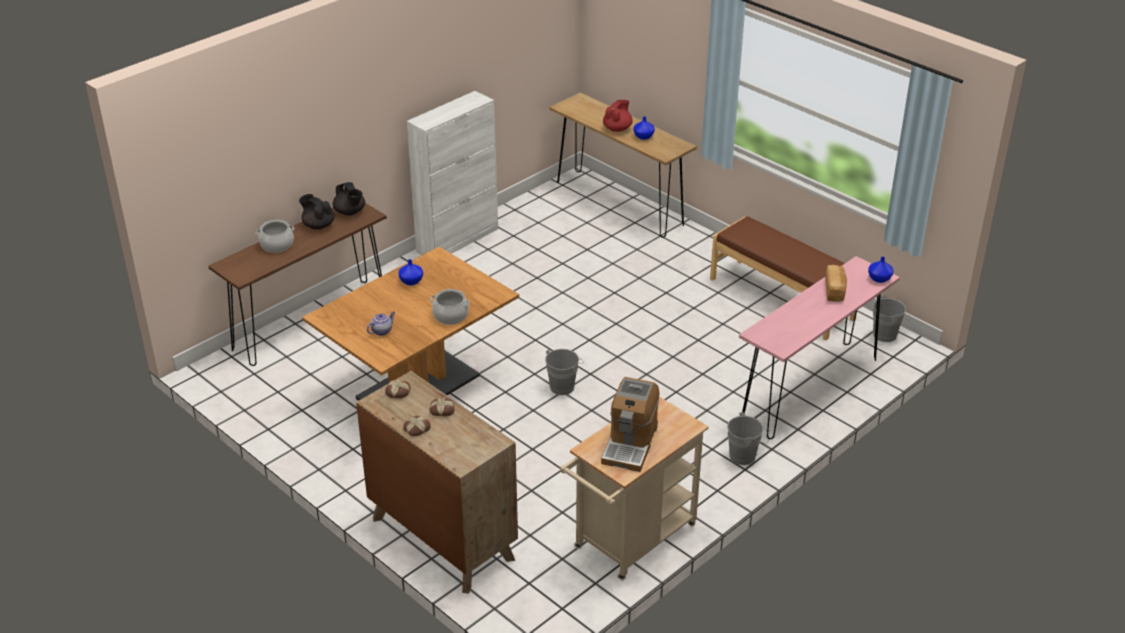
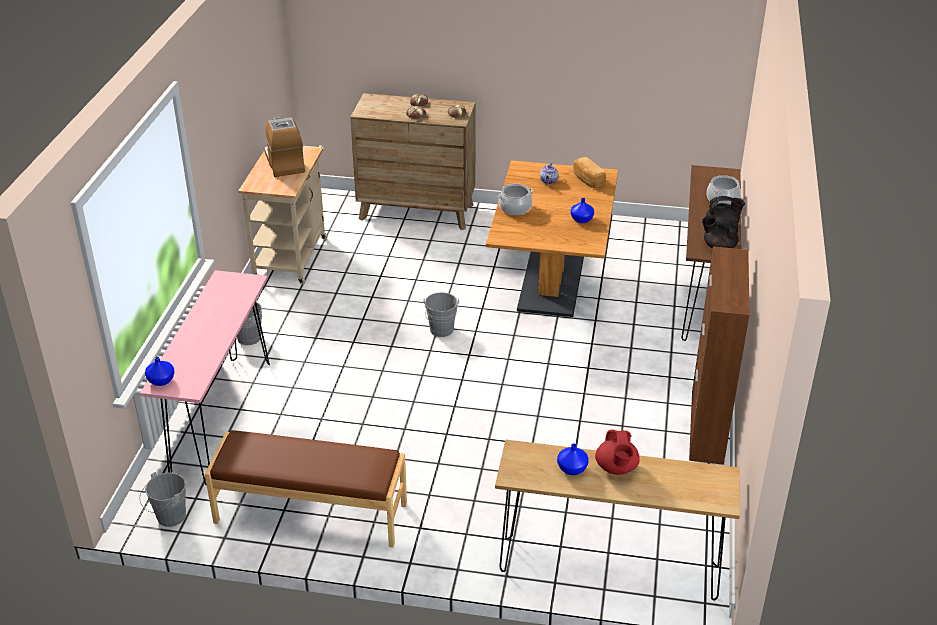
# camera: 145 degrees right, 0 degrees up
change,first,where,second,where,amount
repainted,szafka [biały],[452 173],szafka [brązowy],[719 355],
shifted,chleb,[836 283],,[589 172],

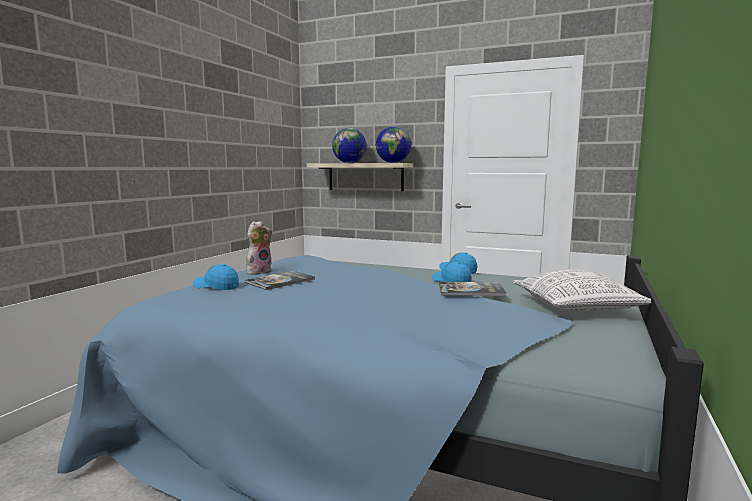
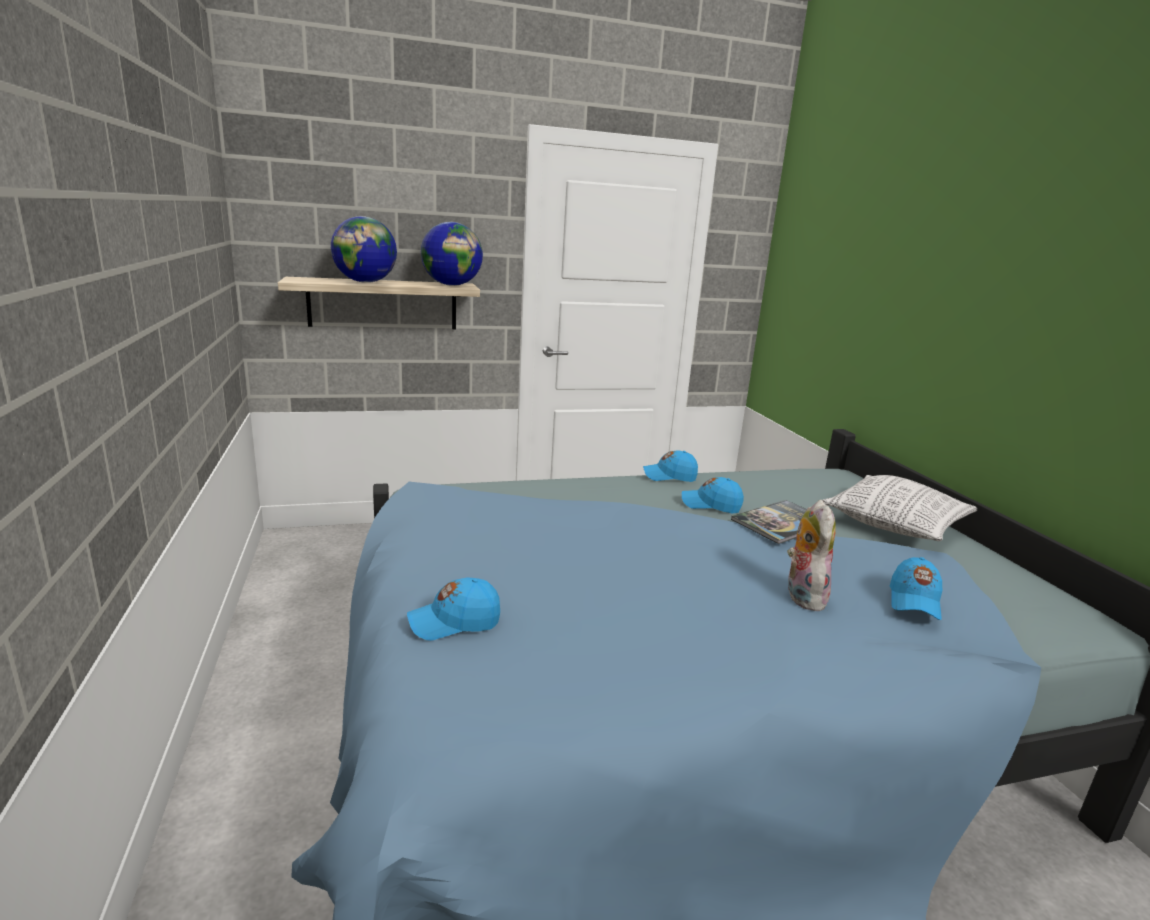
# camera: 40 degrees left, 10 degrees up
change,first,where,second,where,amount
gone,książka,[280 280],,,
shifted,pluszak,[259 248],,[811 555],
new,,,czapka z daszkiem [niebieski],[916 588],

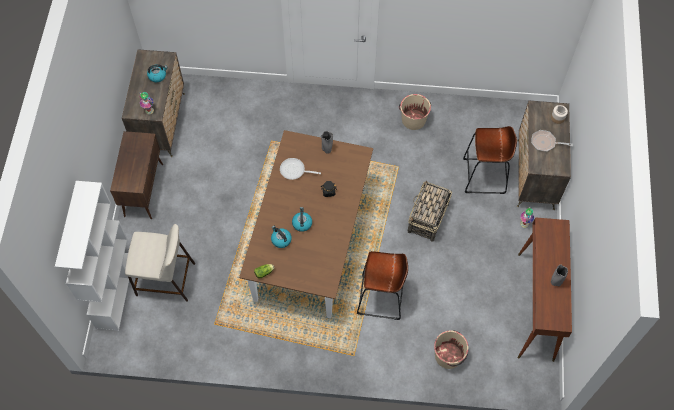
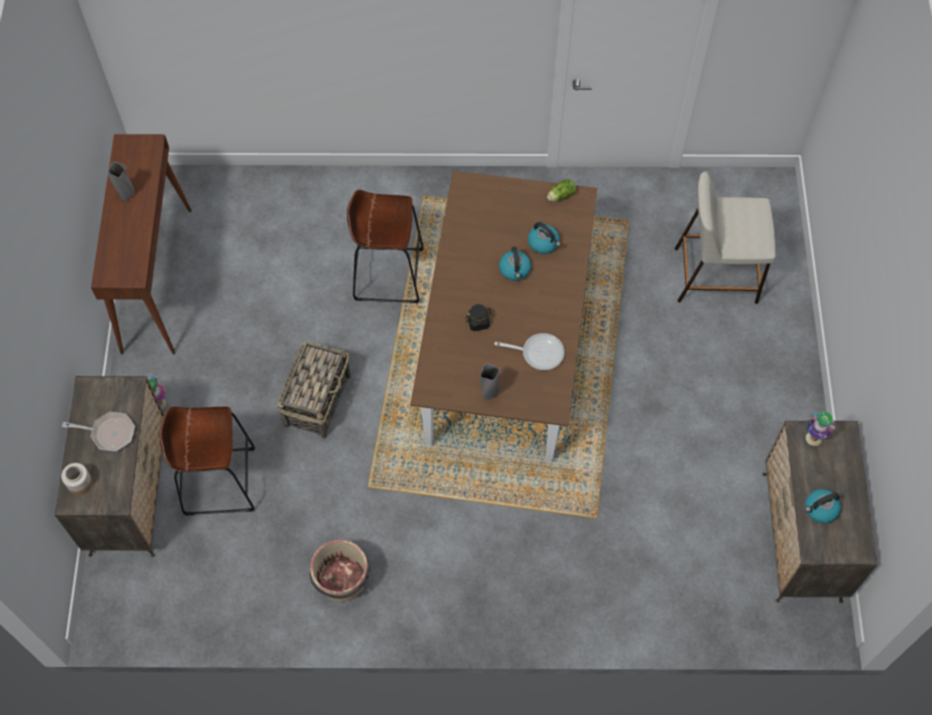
# camera: 175 degrees right, 0 degrees up
change,first,where,second,where,amount
gone,regał [biały],[92 256],,,
gone,szafka [brązowy],[136 175],,,
gone,wiadro [beżowy],[451 349],,,

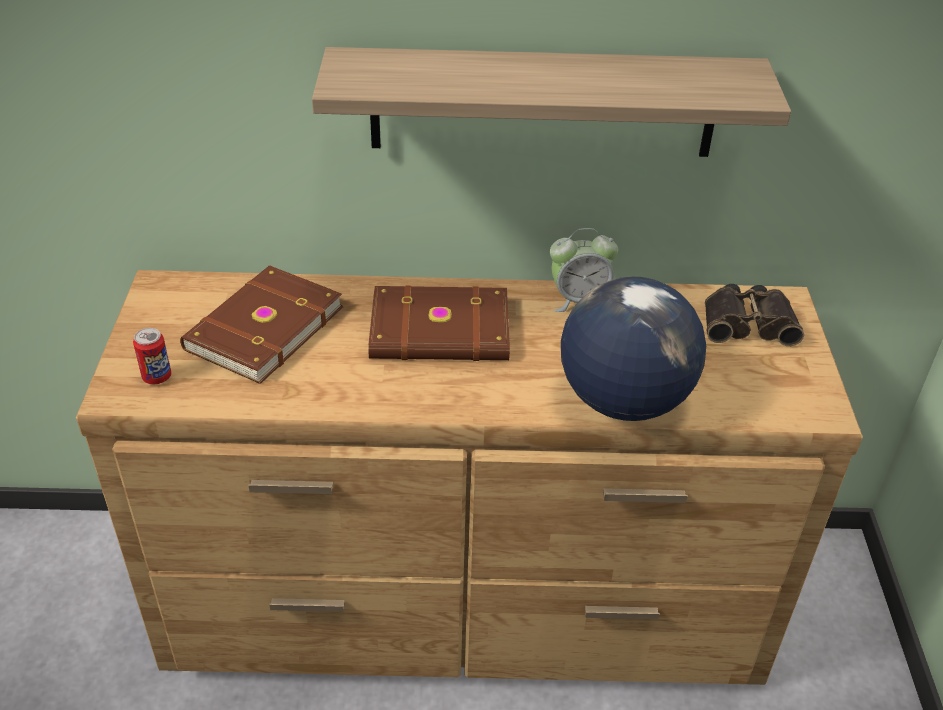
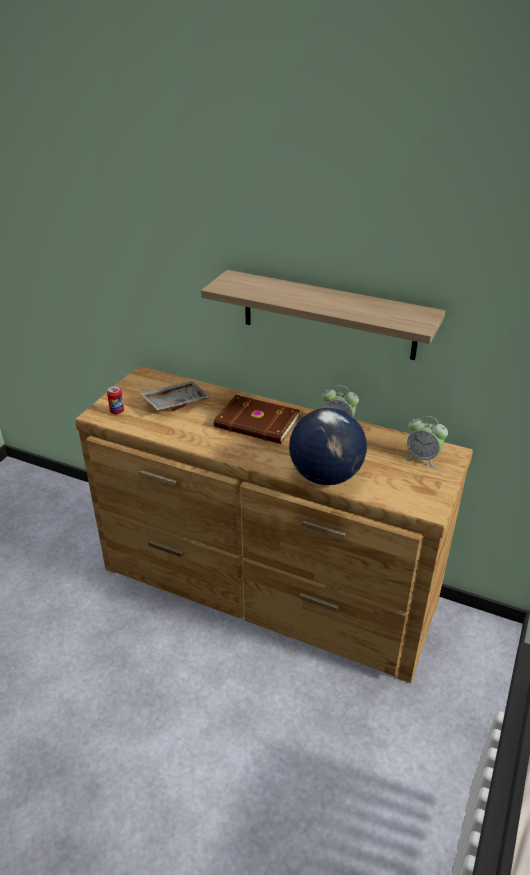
# camera: 25 degrees right, 5 degrees down
change,first,where,second,where,amount
swapped,książka [brązowy],[261 325],taca [szary],[175 395],
swapped,lornetka,[754 315],budzik,[426 442],

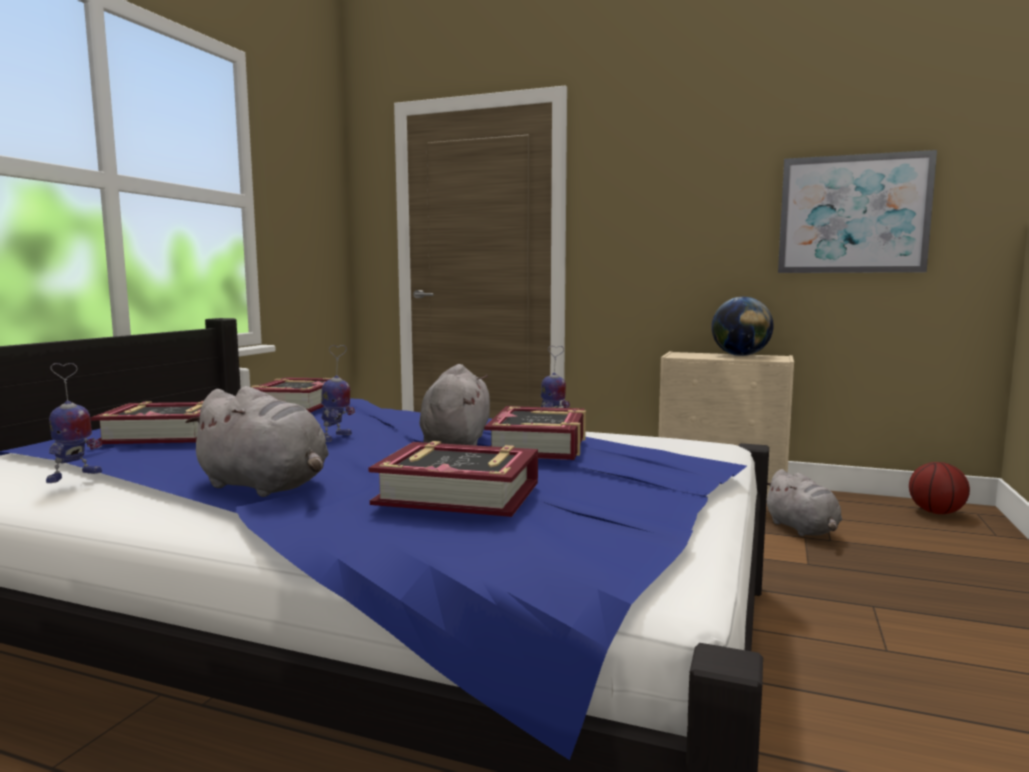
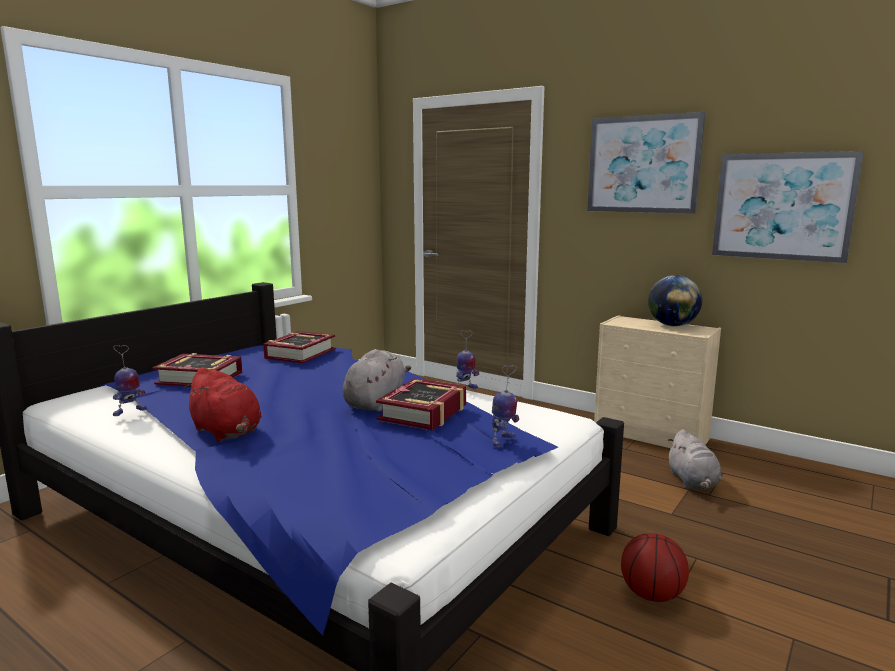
# camera: 15 degrees right, 5 degrees up
change,first,where,second,where,amount
repainted,pluszak [szary],[257 441],pluszak [czerwony],[222 404],
shifted,robot zabawkowy,[338 393],,[505 406],
gone,książka,[453 479],,,
shifted,piłka do koszykówki,[939 488],,[655 567],
new,,,obraz,[646 163],

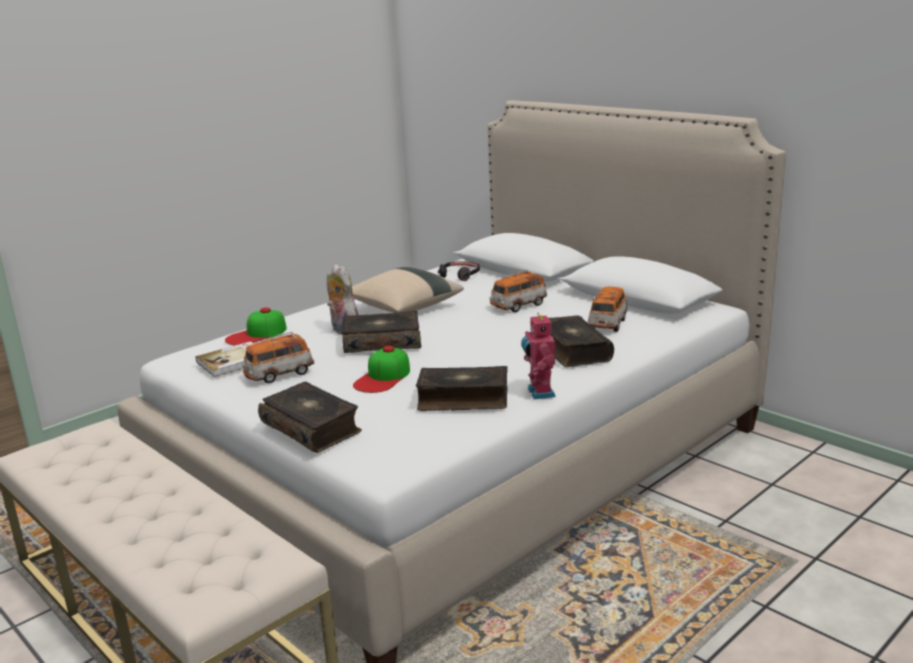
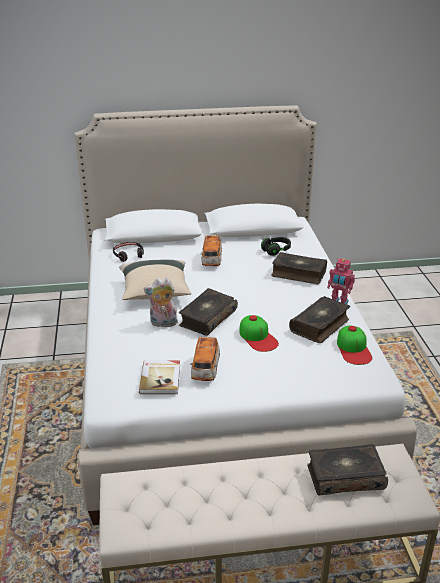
# camera: 55 degrees left, 10 degrees up
change,first,where,second,where,amount
shifted,czapka z daszkiem,[256 326],,[354 345],
shifted,książka,[310 417],,[347 469],
swapped,samochodzik,[608 309],słuchawki [czarny],[276 246],

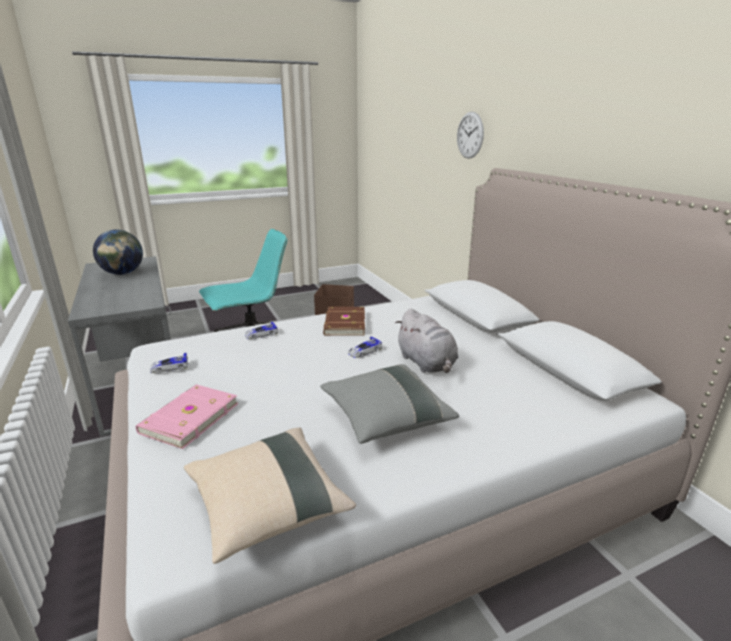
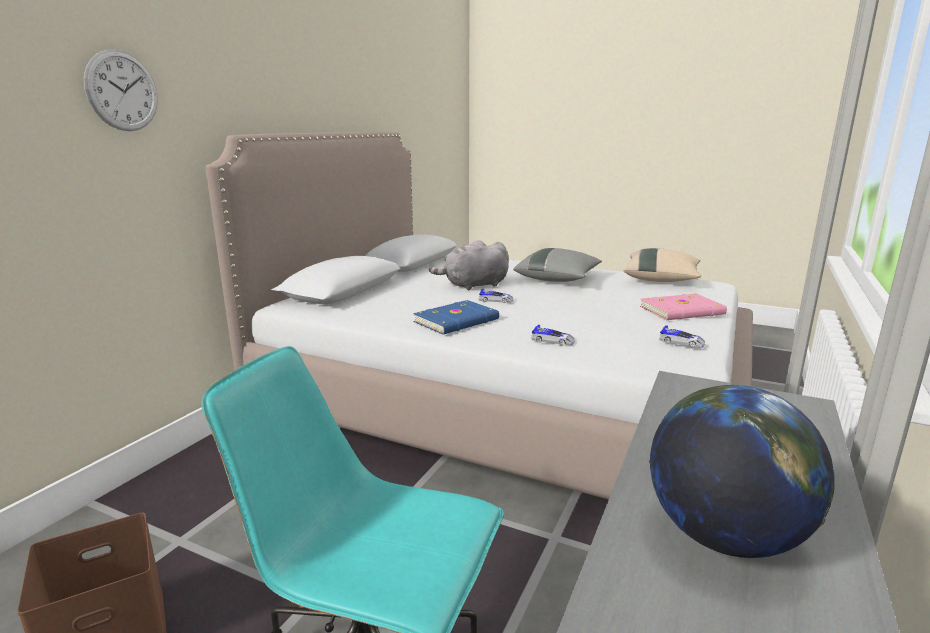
# camera: 130 degrees left, 5 degrees down
change,first,where,second,where,amount
repainted,książka [brązowy],[344 321],książka [niebieski],[456 317],
rotated,pluszak [szary],[426 341],,[469 265],135 degrees counterclockwise

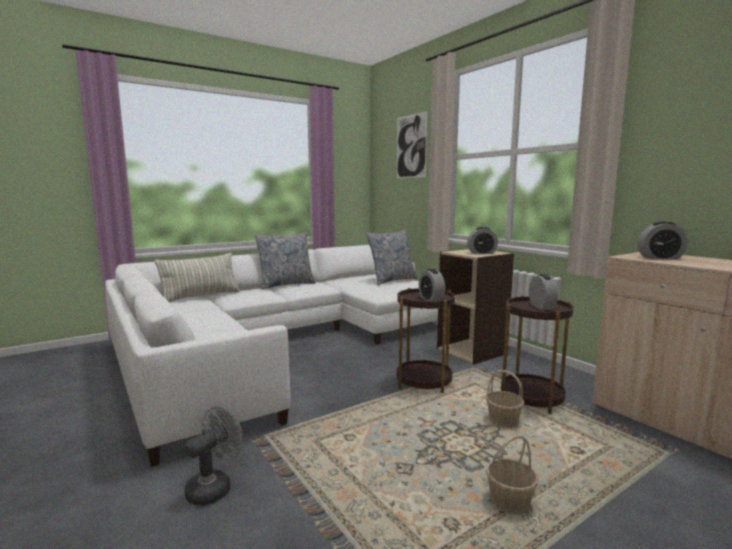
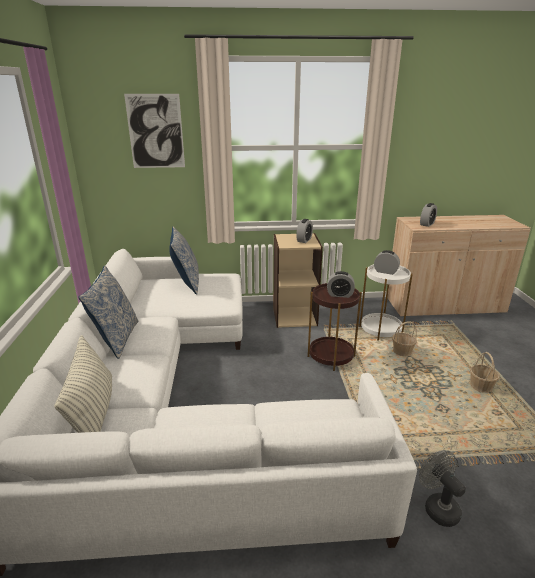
# camera: 60 degrees left, 15 degrees up
change,first,where,second,where,amount
repainted,stolik [brązowy],[537 354],stolik [biały],[386 302],

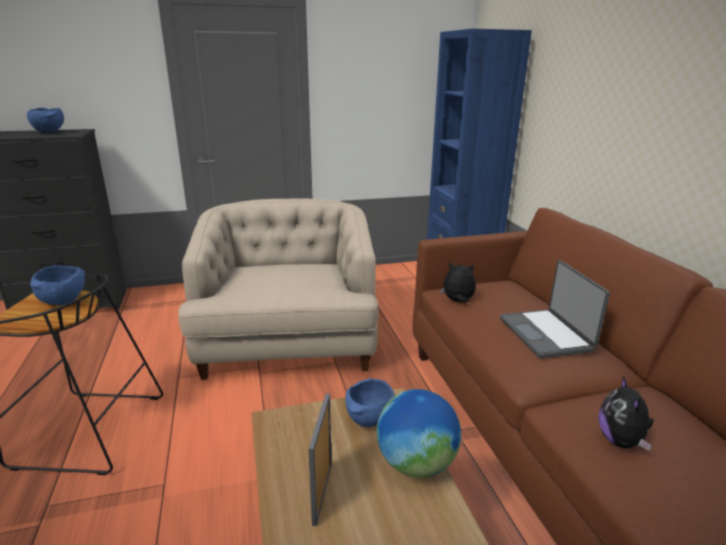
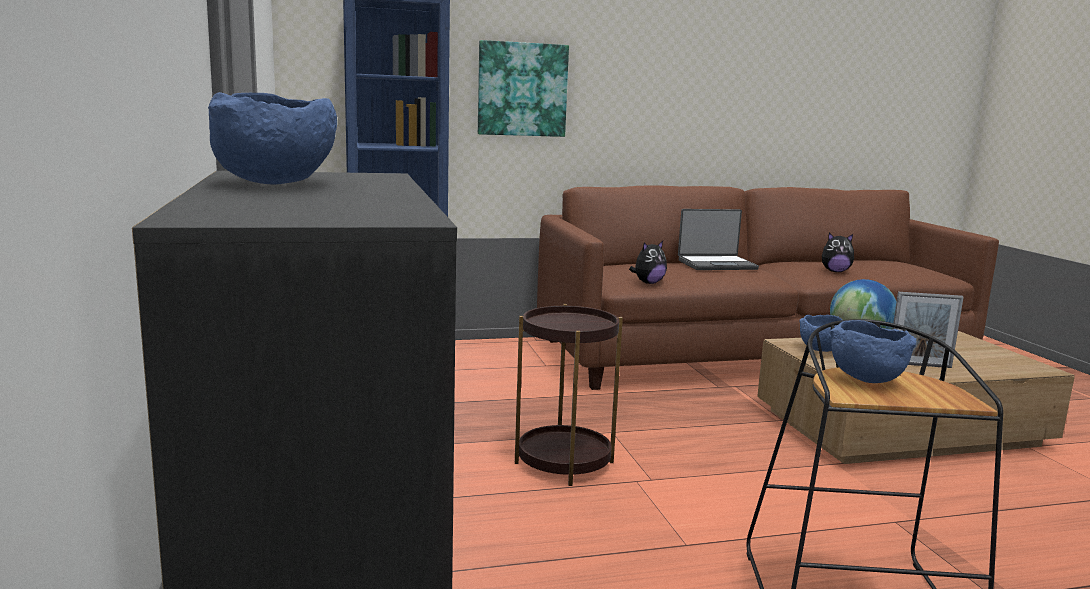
# camera: 90 degrees left, 10 degrees down
change,first,where,second,where,amount
swapped,fotel [beżowy],[278 289],stolik [brązowy],[569 395],
rotated,pluszak,[458 282],,[648 262],135 degrees counterclockwise
new,,,obraz,[523 88],

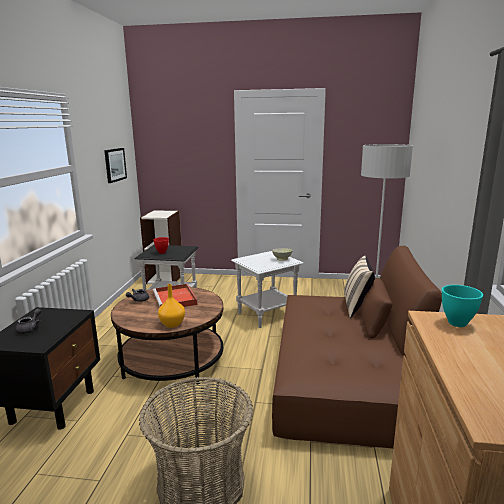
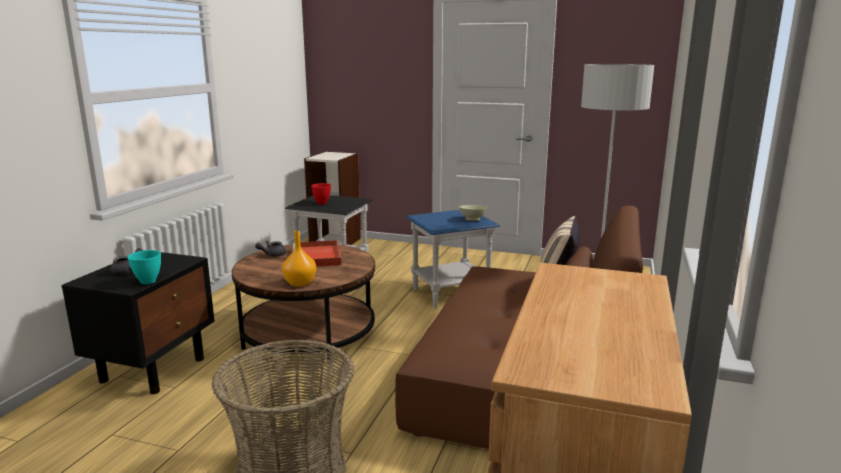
# camera: 10 degrees right, 0 degrees up
change,first,where,second,where,amount
gone,obraz,[115 165],,,
repainted,stolik [biały],[267 289],stolik [niebieski],[453 259],
shifted,miska [turkusowy],[462 306],,[144 267],

